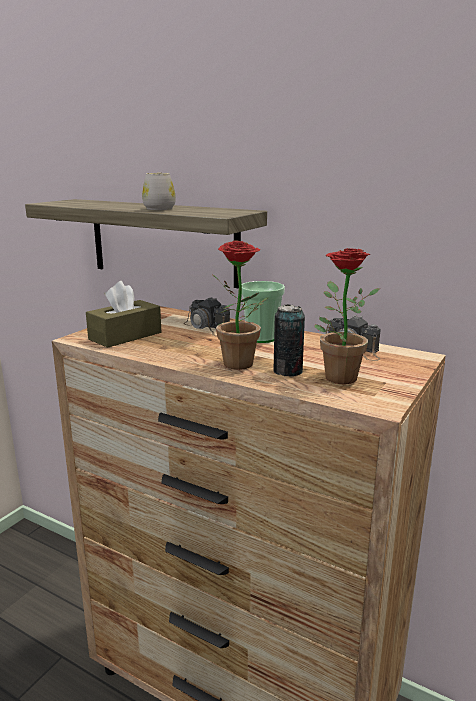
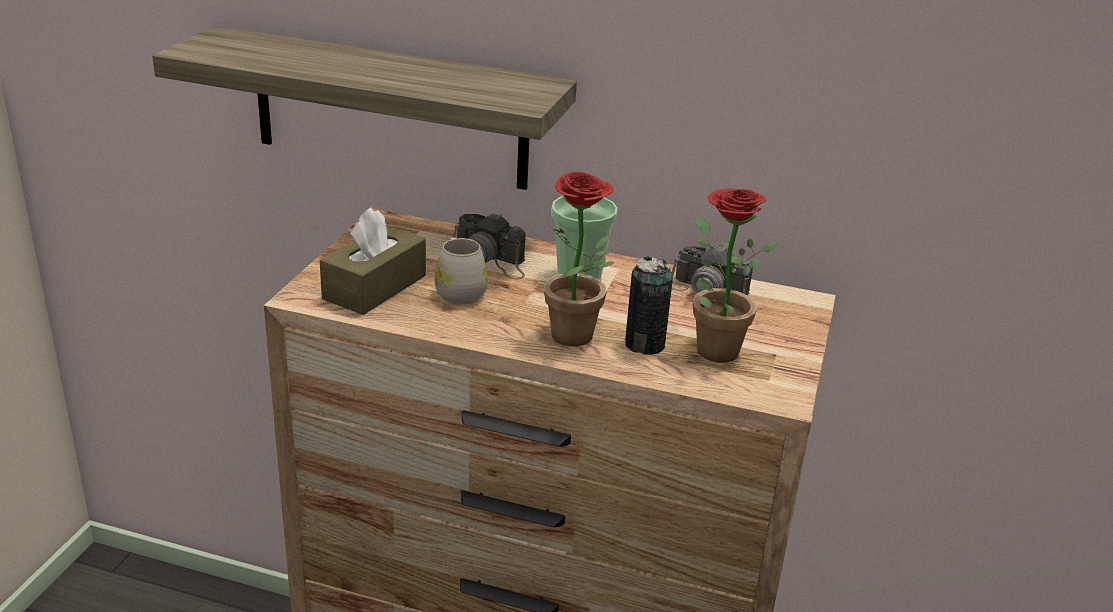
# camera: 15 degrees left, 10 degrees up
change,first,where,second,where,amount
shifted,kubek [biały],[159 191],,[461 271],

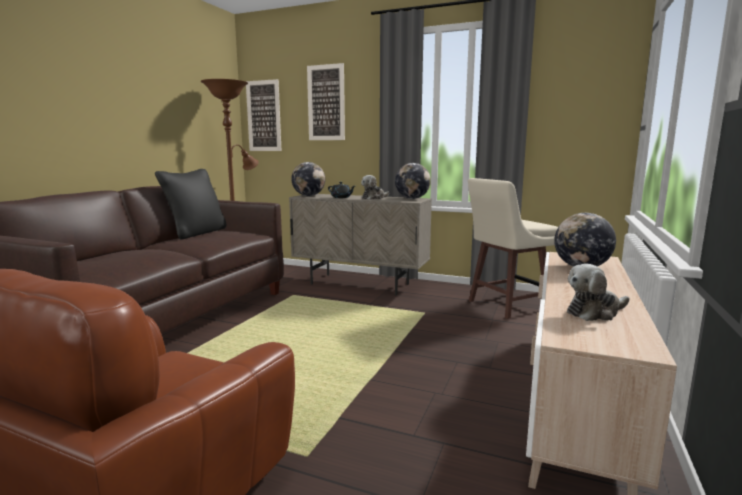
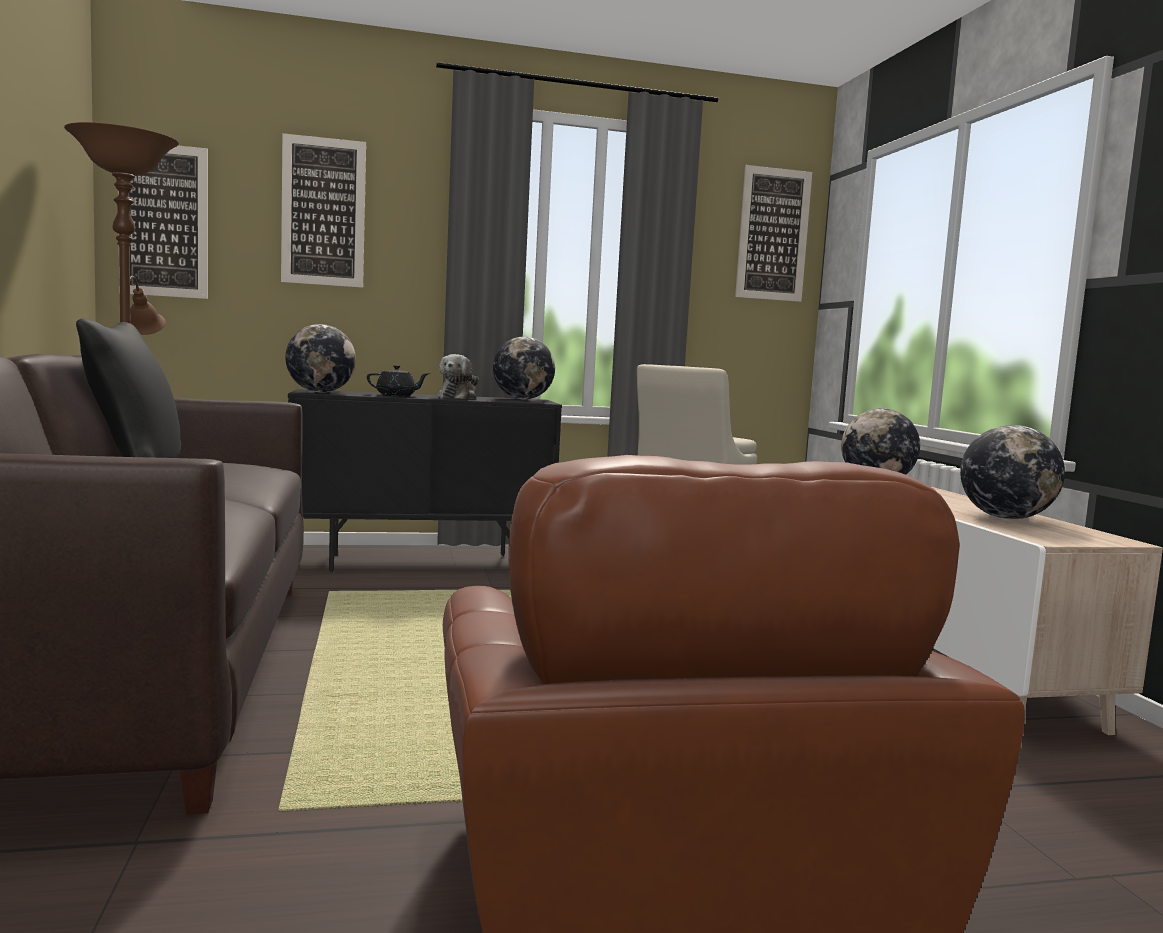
# camera: 35 degrees left, 5 degrees down
change,first,where,second,where,amount
repainted,szafka [beżowy],[360 244],szafka [czarny],[425 480],
swapped,pluszak,[598 292],globus,[1012 472],
new,,,obraz,[773 233],

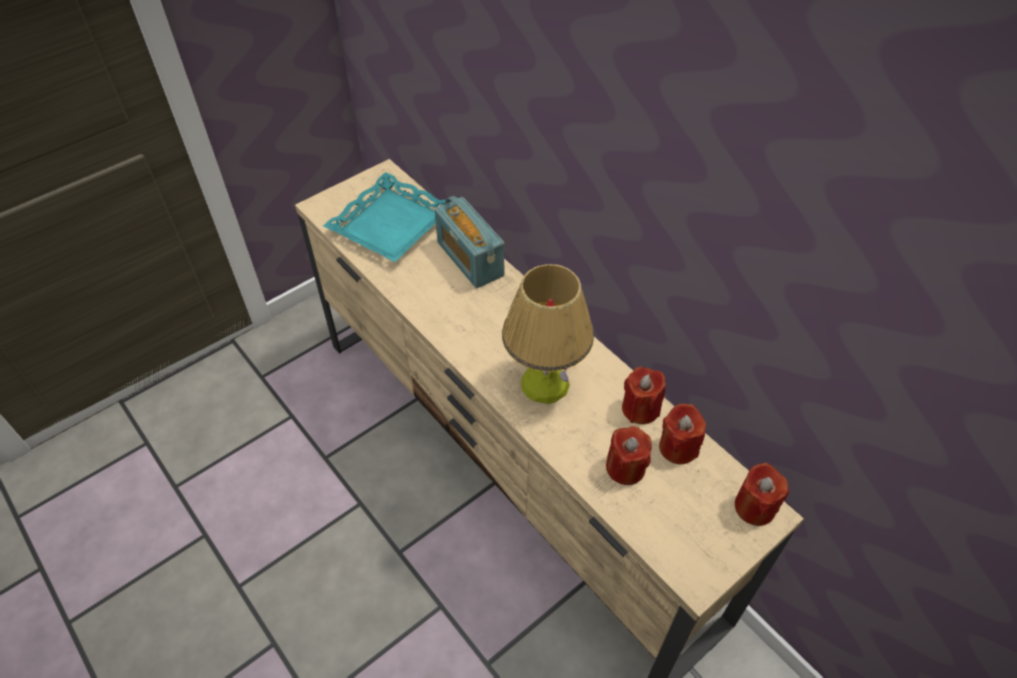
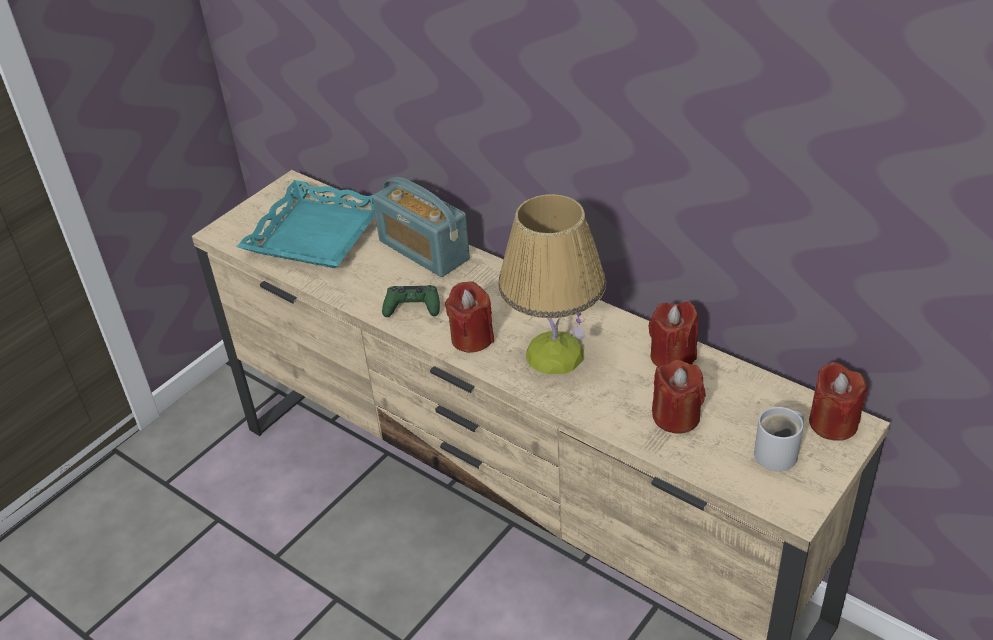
# camera: 10 degrees left, 10 degrees down
change,first,where,second,where,amount
shifted,świeca [czerwony],[682 433],,[469 317],
new,,,pad do gier [zielony],[411 301],
new,,,kubek [biały],[779 439],

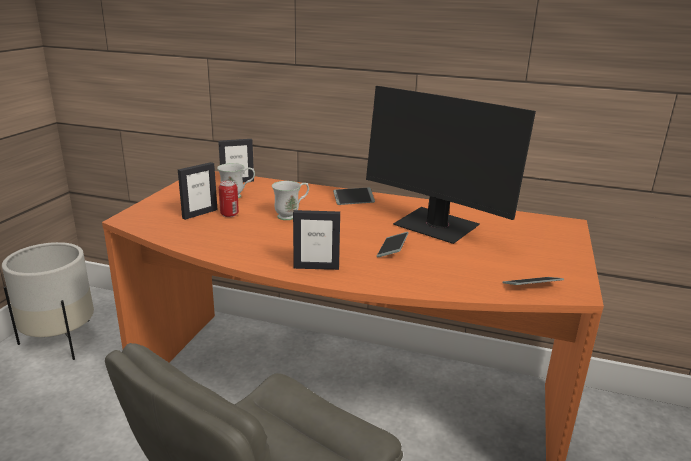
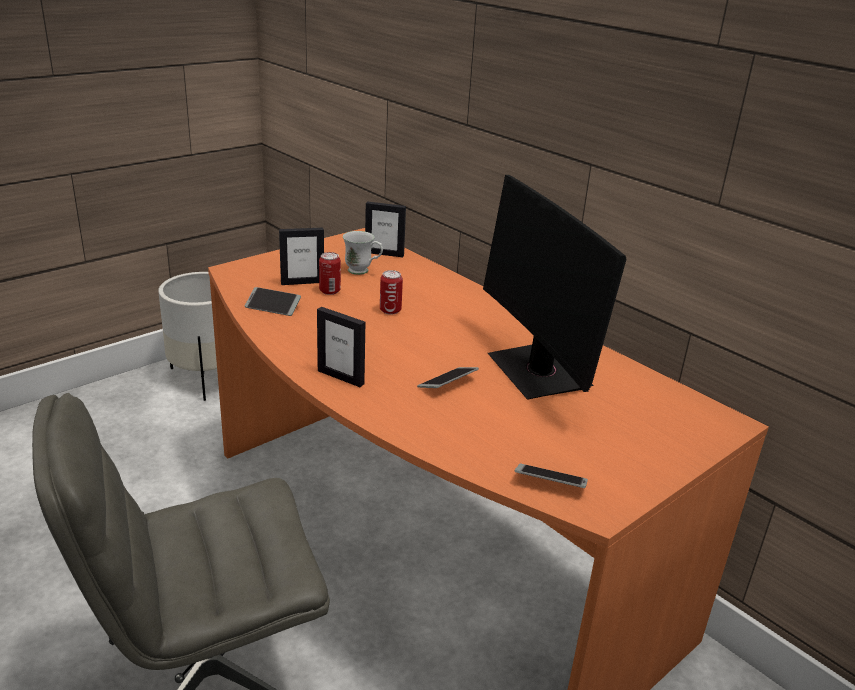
# camera: 30 degrees right, 5 degrees up
change,first,where,second,where,amount
swapped,kubek [biały],[290 200],puszka,[391 292],
shifted,telefon,[354 196],,[273 301],

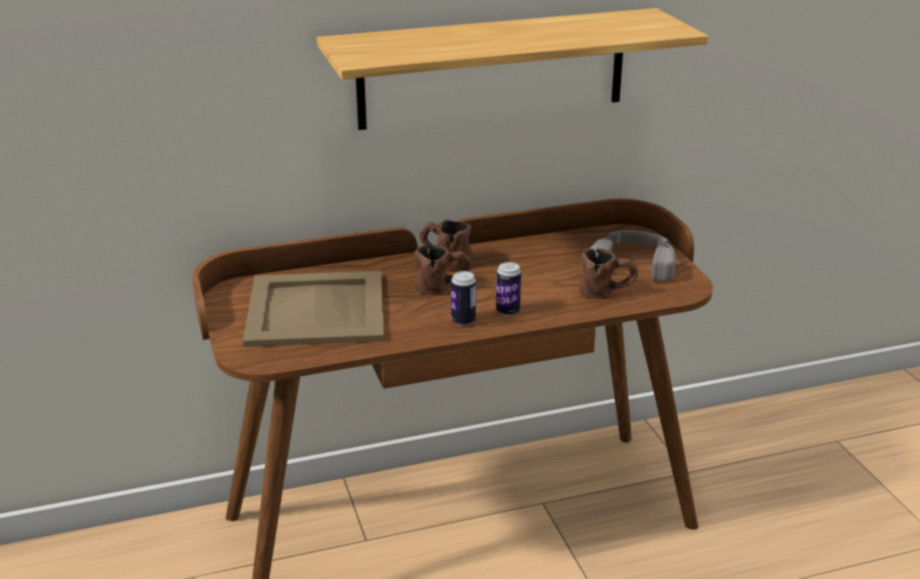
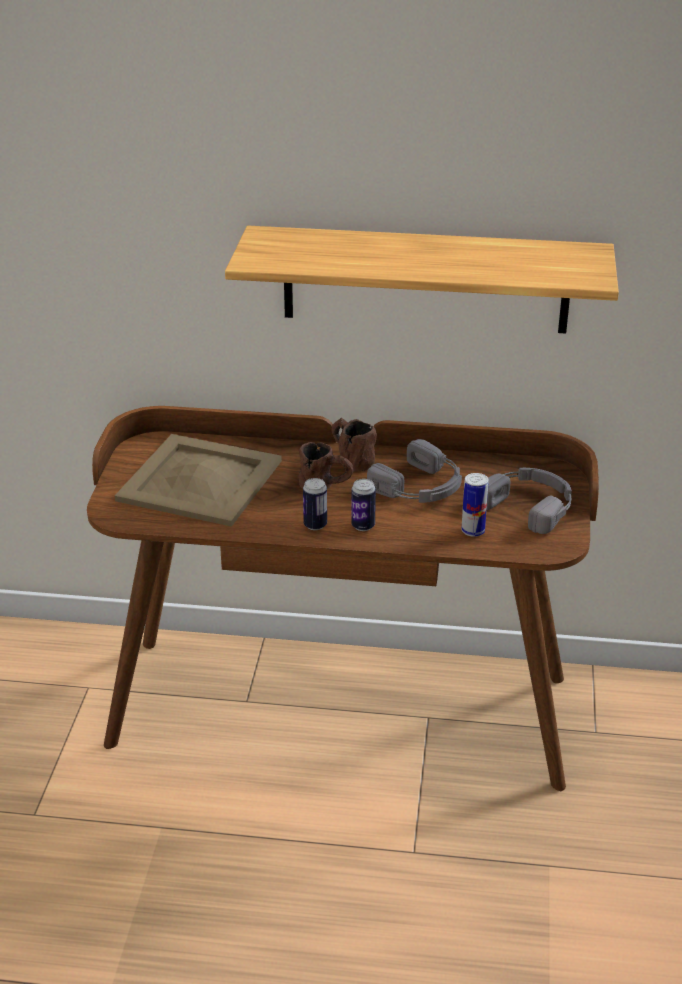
# camera: 25 degrees right, 5 degrees up
change,first,where,second,where,amount
swapped,kubek [brązowy],[608 273],puszka,[475 505],
new,,,słuchawki [szary],[414 471],

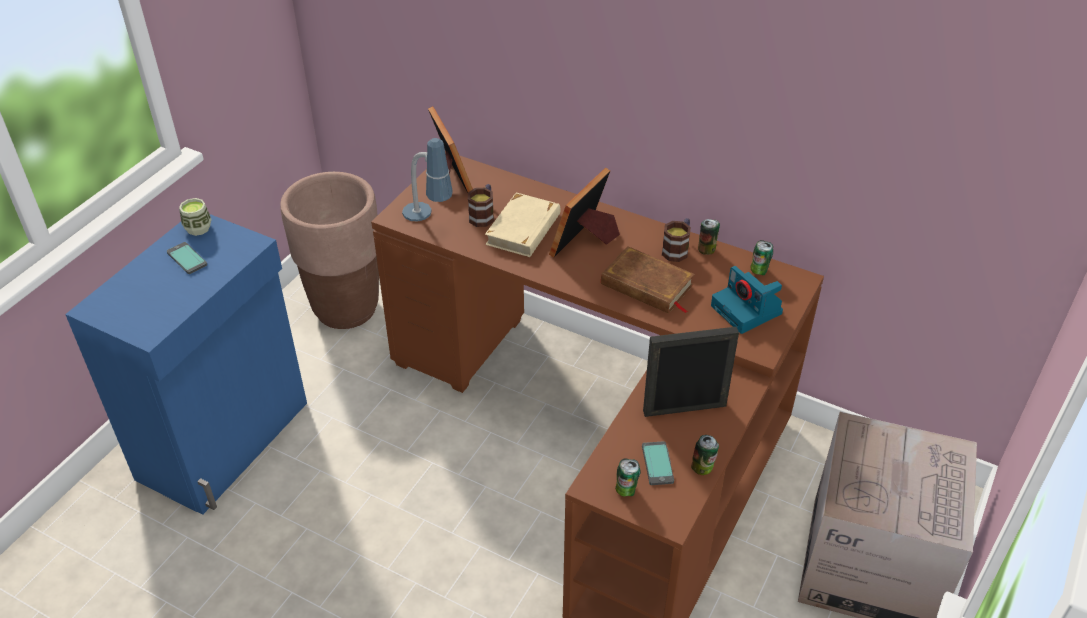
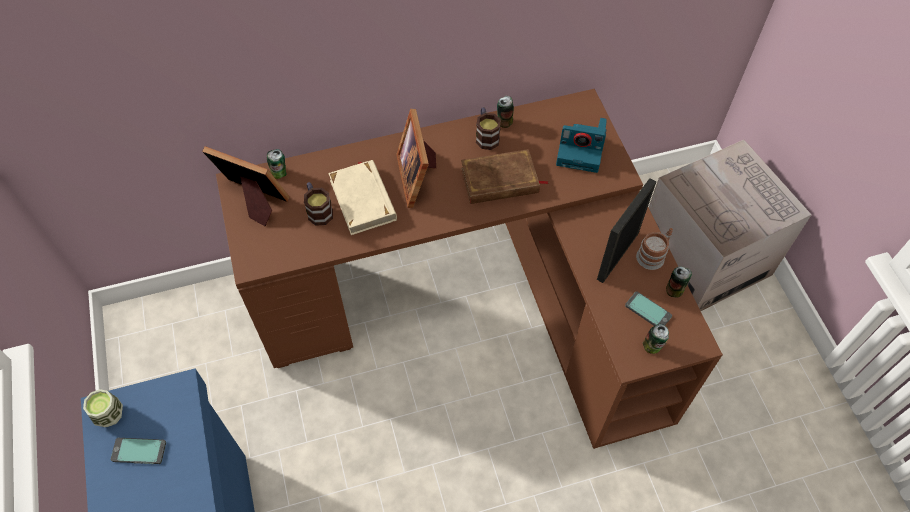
# camera: 45 degrees left, 15 degrees up
change,first,where,second,where,amount
gone,donica [brązowy],[329 250],,,
gone,lampa stołowa,[427 179],,,
shifted,puszka,[761 257],,[276 164],
new,,,kubek,[654 249],

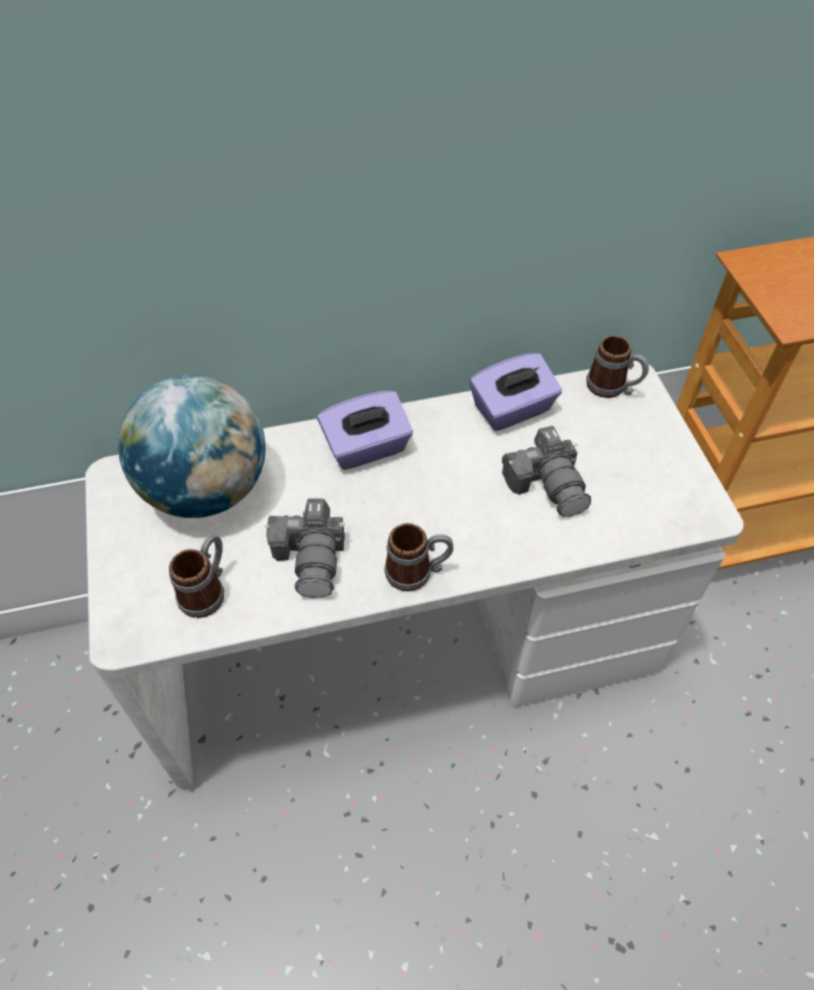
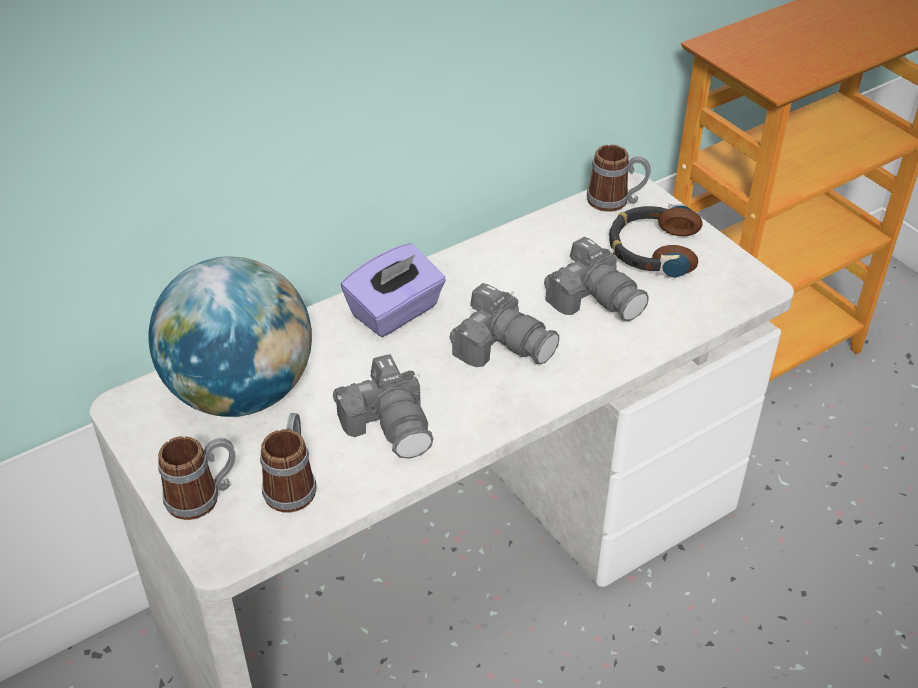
# camera: 20 degrees left, 10 degrees down
change,first,where,second,where,amount
shifted,kubek,[418 557],,[197 478],
gone,pudełko chusteczek [fioletowy],[516 392],,,
new,,,aparat fotograficzny,[504 325],
new,,,słuchawki,[656 241],

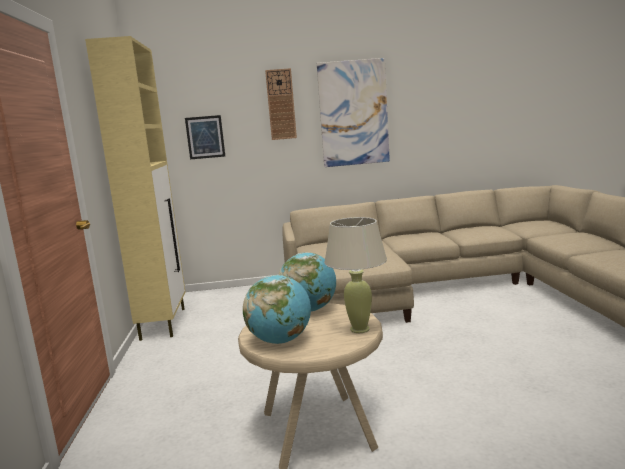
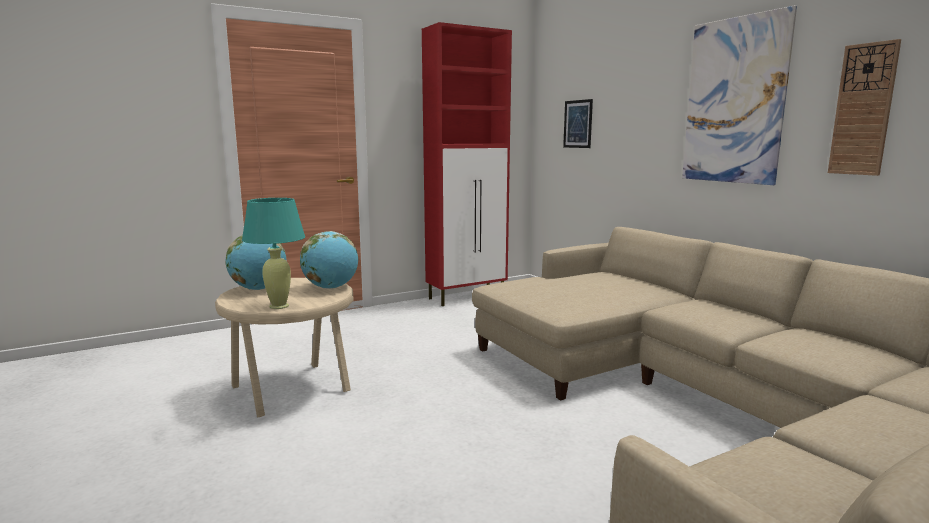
# camera: 65 degrees right, 0 degrees up
change,first,where,second,where,amount
repainted,szafka [beżowy],[135 188],szafka [czerwony],[467 164],
shifted,zegar ścienny,[281 104],,[864 107],
repainted,lampa stołowa [beżowy],[355 275],lampa stołowa [turkusowy],[273 253],

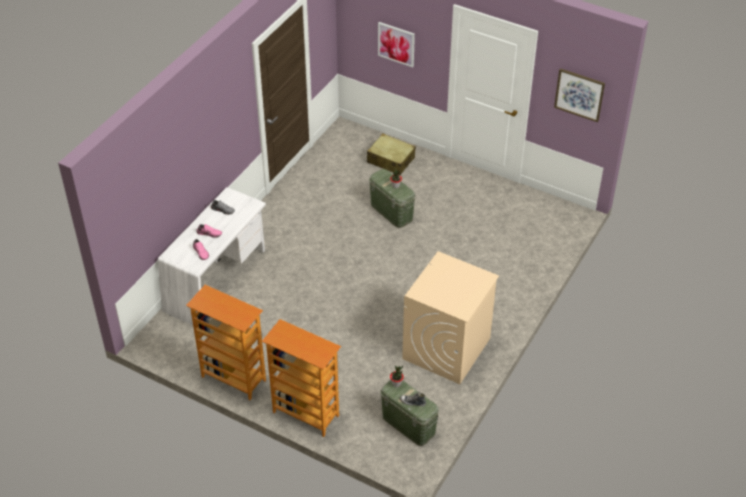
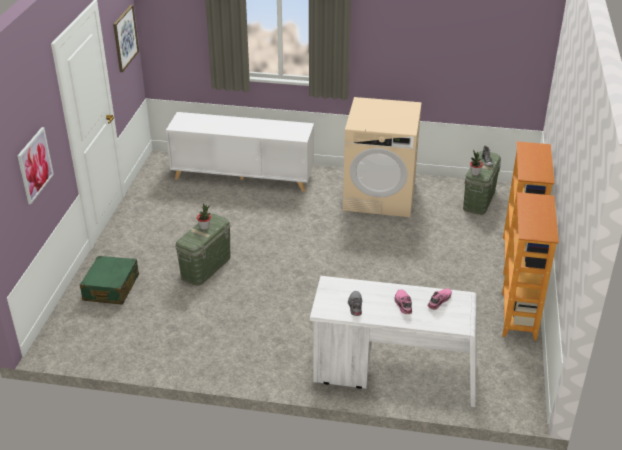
# camera: 110 degrees left, 10 degrees down
change,first,where,second,where,amount
repainted,walizka [beżowy],[391 154],walizka [zielony],[109 280],
new,,,szafka [biały],[240 152],

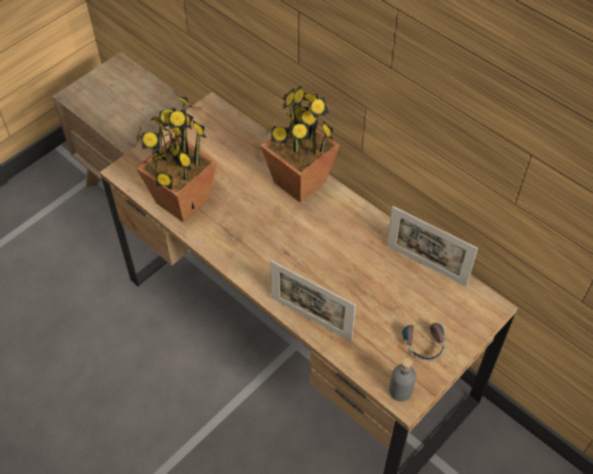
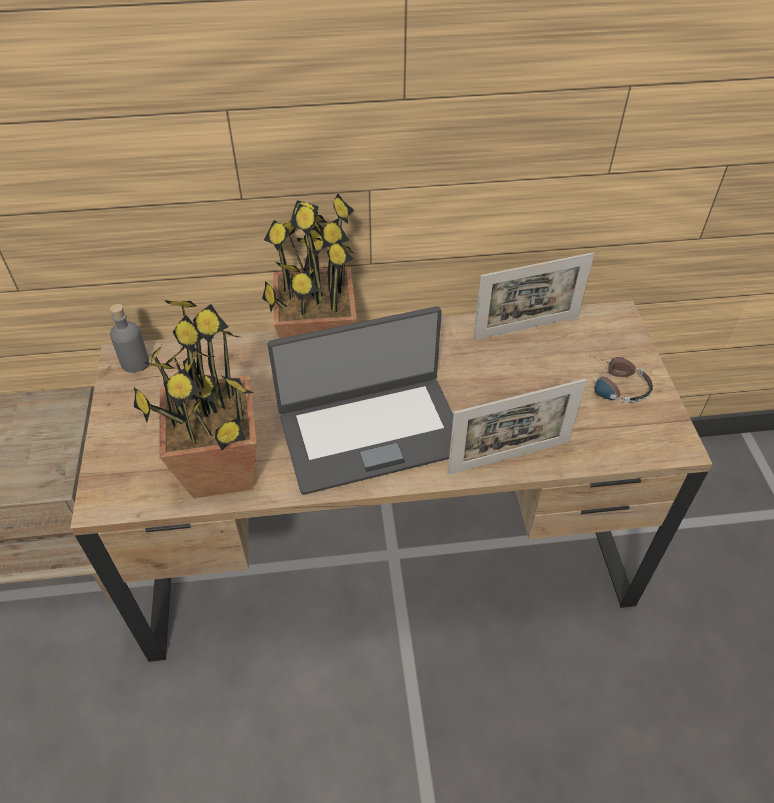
# camera: 50 degrees left, 5 degrees down
change,first,where,second,where,amount
shifted,butelka [szary],[402 380],,[129 338],
new,,,laptop,[360 400],

